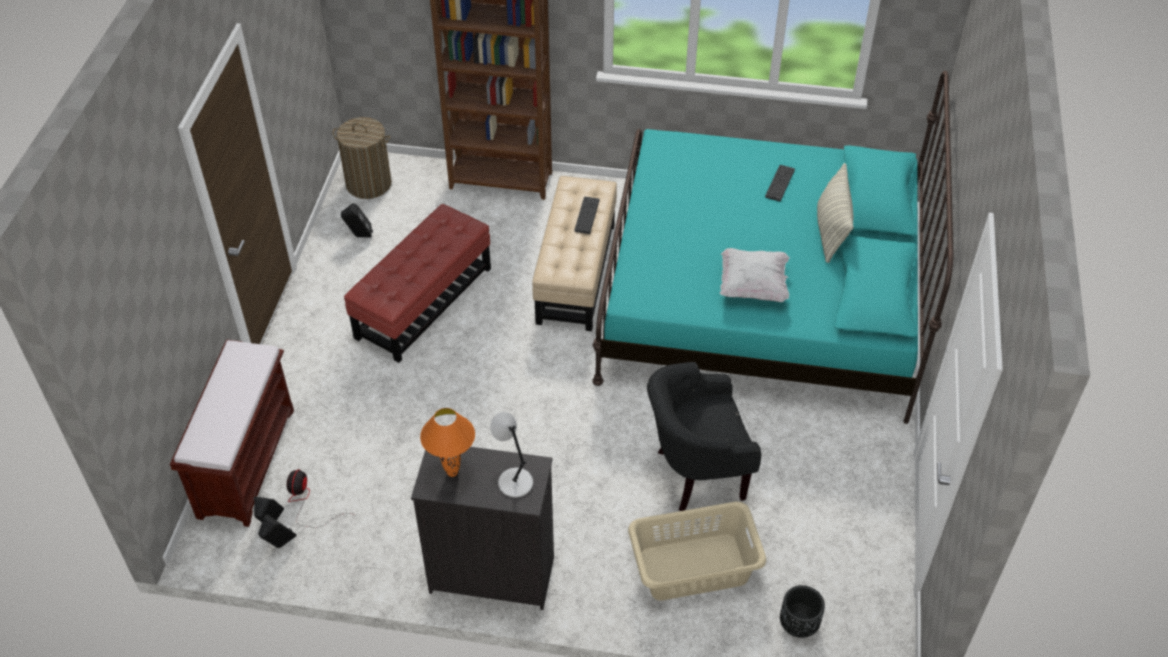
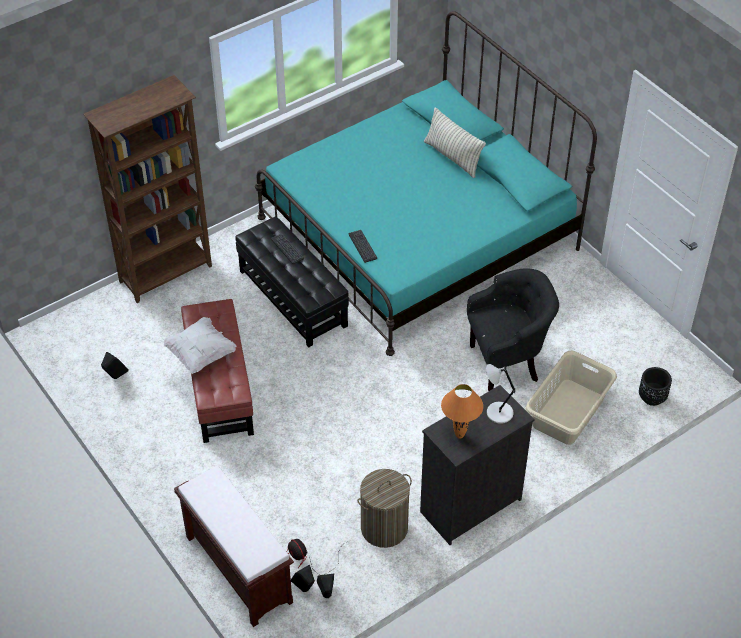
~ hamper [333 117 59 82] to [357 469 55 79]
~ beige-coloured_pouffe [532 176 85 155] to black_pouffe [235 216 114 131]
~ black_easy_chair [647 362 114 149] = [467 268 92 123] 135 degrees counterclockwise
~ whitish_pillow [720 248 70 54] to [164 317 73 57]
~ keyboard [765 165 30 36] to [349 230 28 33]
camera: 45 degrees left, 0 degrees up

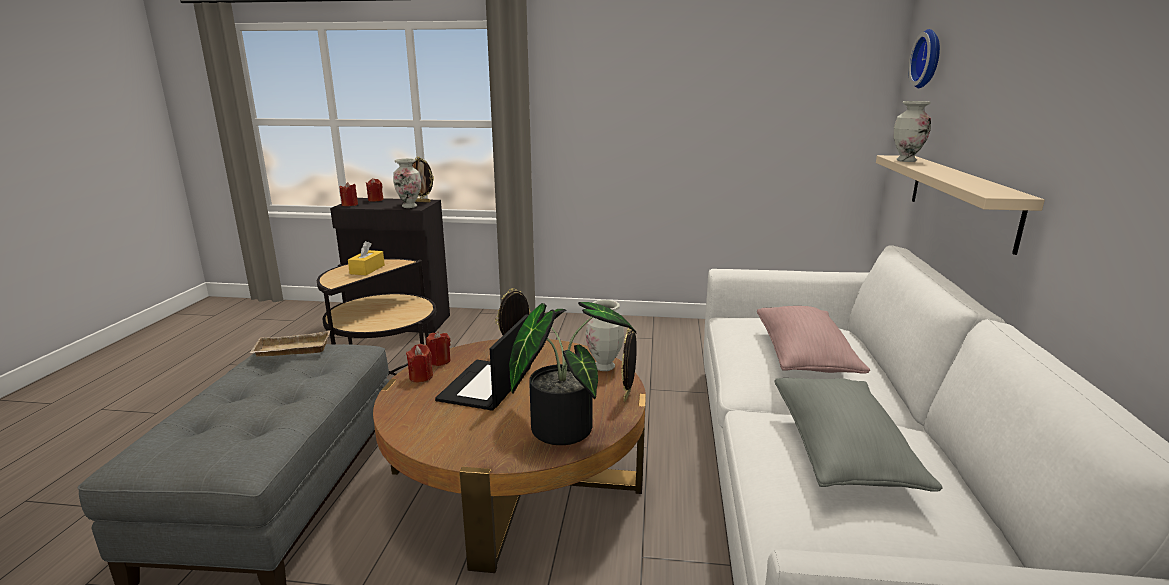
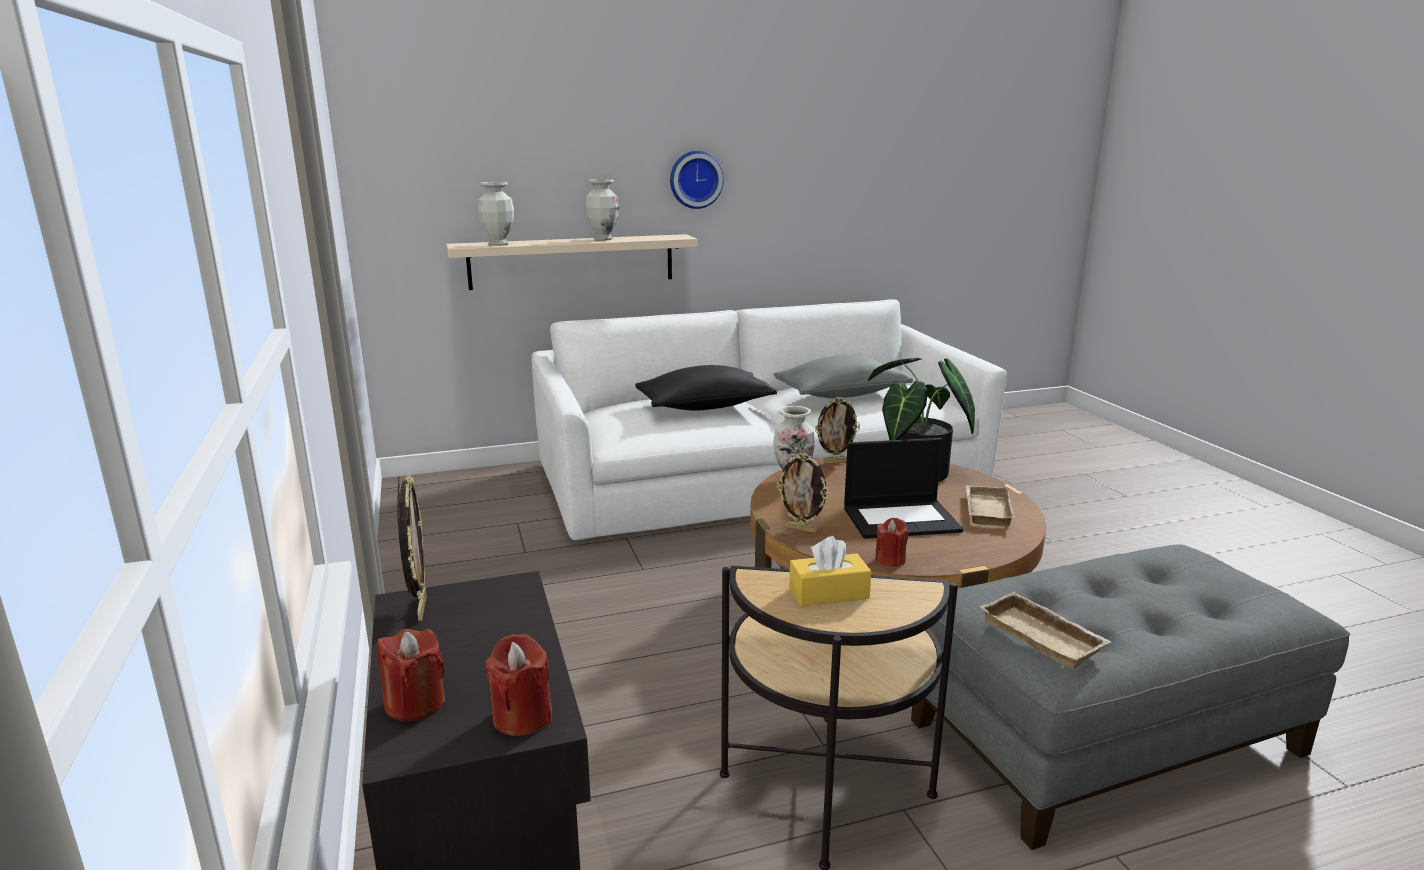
~ decorative_vase [393 158 28 50] to [585 179 34 61]
- red_wax_candle [406 344 27 38]
~ pinkish_pillow [757 306 113 67] to black_pillow [635 365 142 46]
~ hanging_clock [908 29 32 59] to [670 151 54 58]
+ beige-coloured_tray [966 485 49 42]
camera: 115 degrees left, 0 degrees up

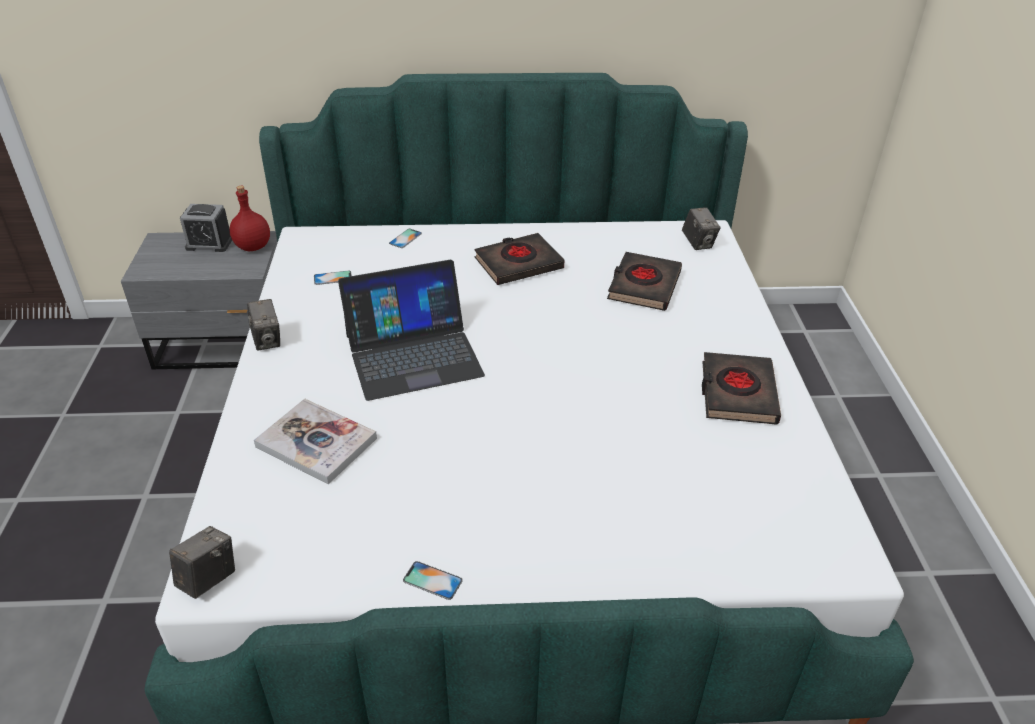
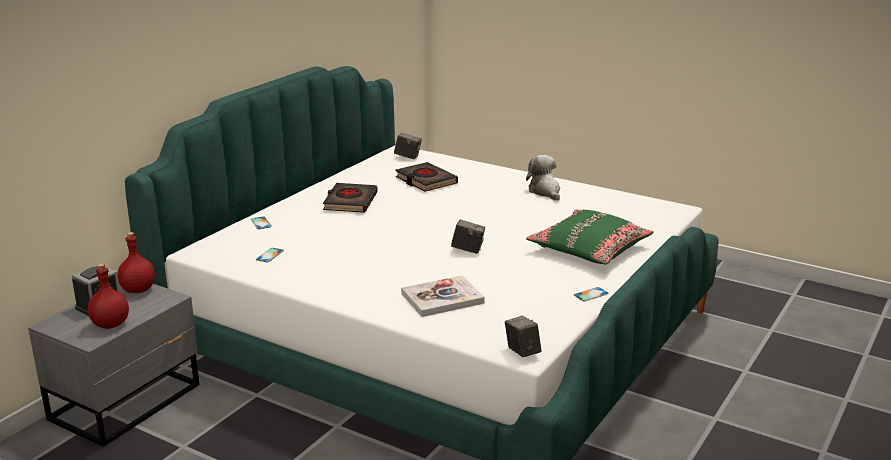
~ photo_camera [247 299 33 52] to [451 219 34 35]
- notebook_computer [338 260 147 141]
~ black_volume [702 352 79 73] to soft_toy [526 155 34 46]
+ red_drink_bottle [87 263 42 66]
+ greenish_pillow [526 209 128 55]
camera: 55 degrees left, 15 degrees down

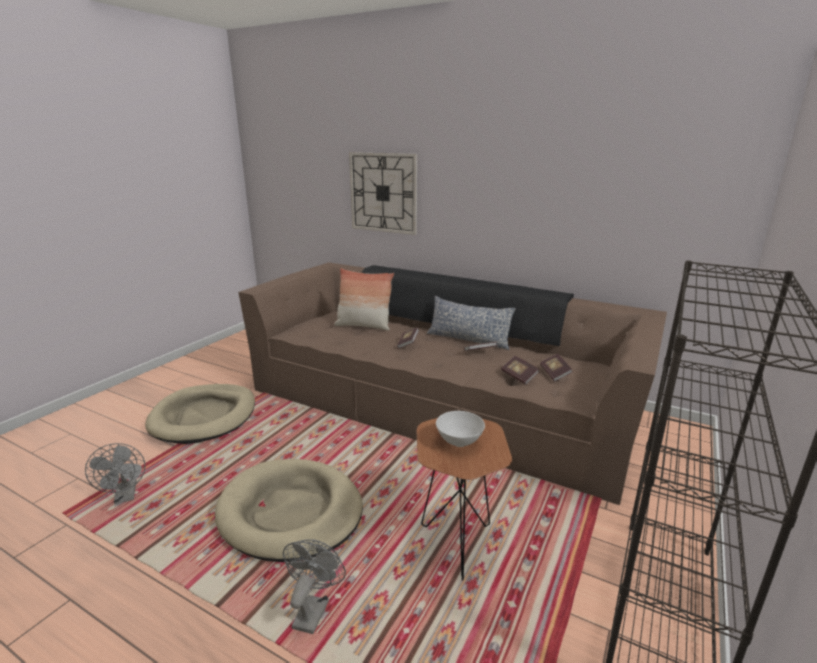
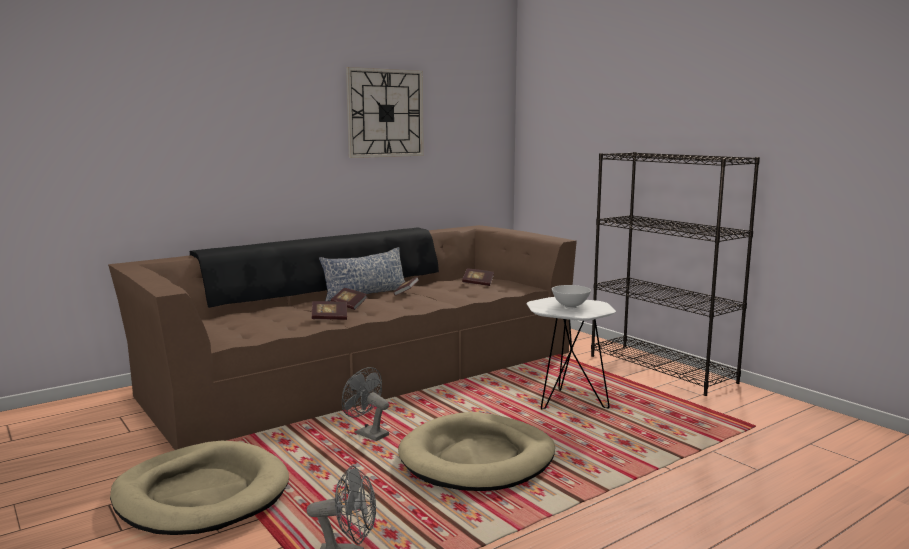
~ grey_electric_fan [283 539 63 95] to [342 367 47 74]
- pillow [334 268 60 63]
~ hanging_clock [349 152 68 83] to [346 67 78 91]
~ brown_side_table [416 418 96 162] to whitish_side_table [526 297 90 112]
~ volume [501 356 39 29] to [312 301 35 19]
camera: 65 degrees left, 10 degrees down

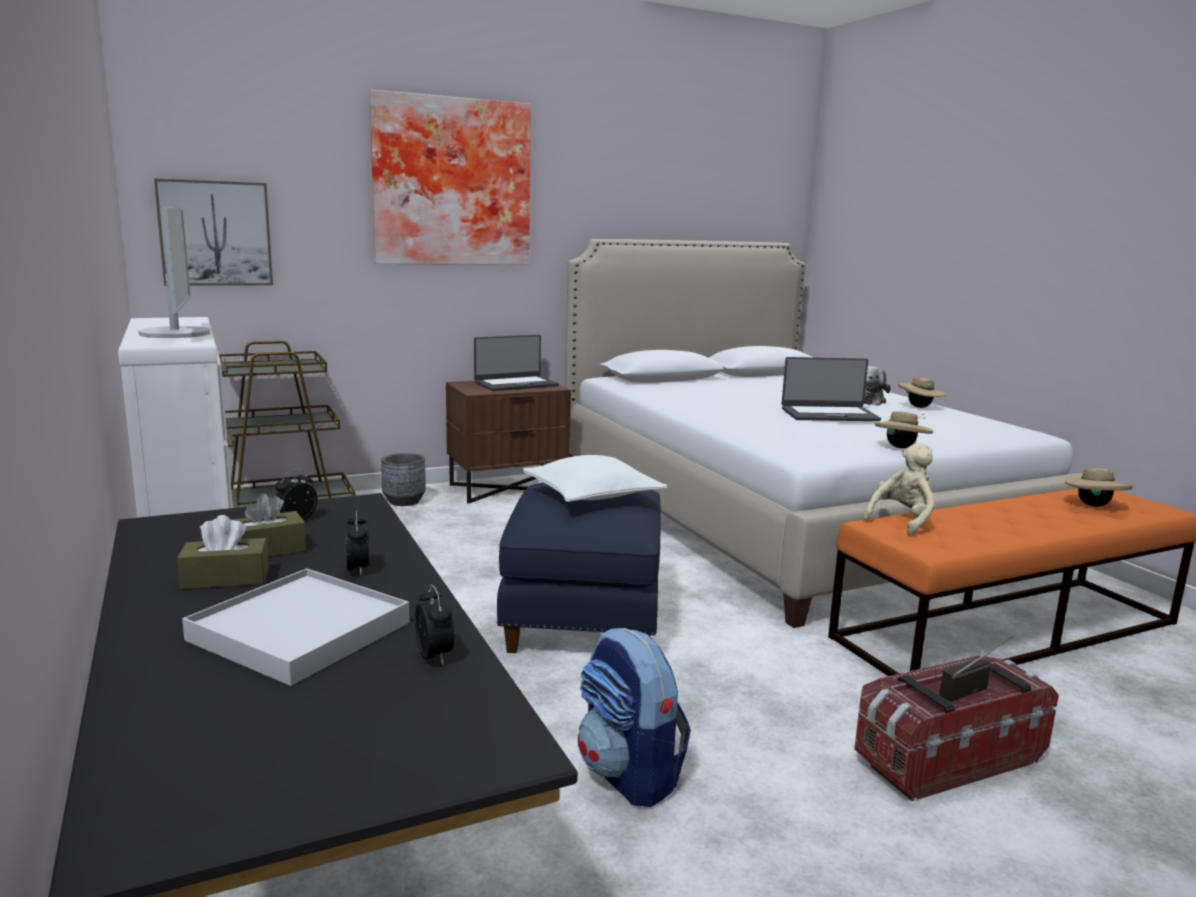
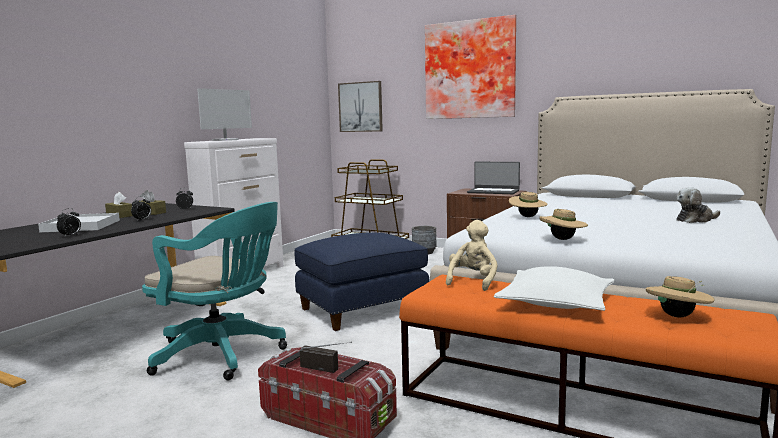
~ whitish_pillow [523 455 144 47] to [494 266 120 45]
~ rucksack [578 628 113 179] to turquoise_office_chair [142 202 145 178]
- notebook_computer [782 357 99 64]
~ beige-coloured_soft_toy [863 443 72 93] = [446 220 52 71] 75 degrees counterclockwise
~ beige-coloured_wearable_hat [898 377 47 31] to [509 192 39 25]
camera: 55 degrees right, 5 degrees down

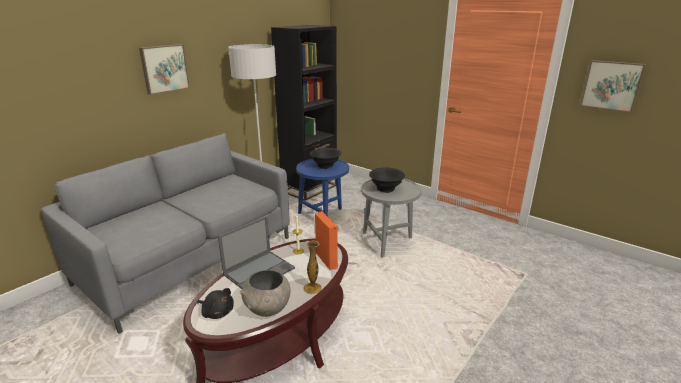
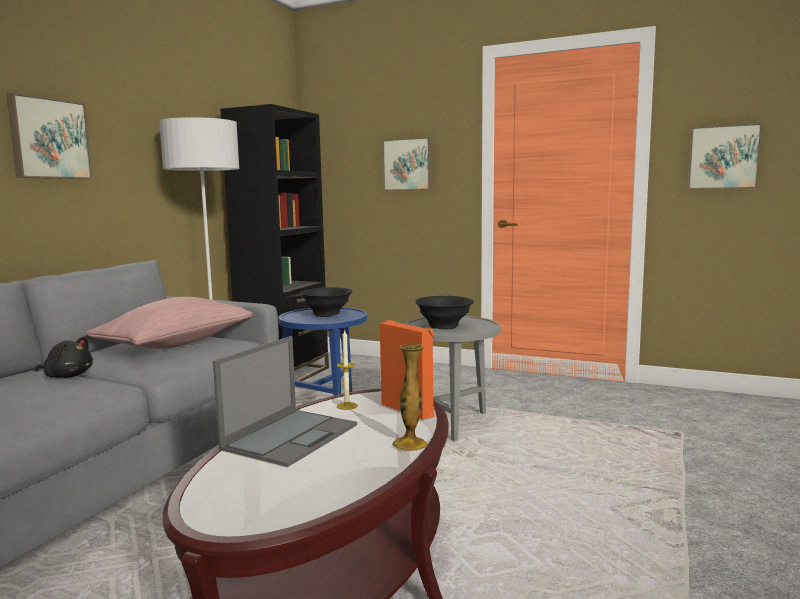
~ black_soft_toy [197 288 37 31] to [35 336 58 42]
- grey_serving_bowl [240 270 50 47]
+ pinkish_pillow [86 297 167 52]
+ wall_picture [382 137 50 54]
camera: 15 degrees left, 15 degrees down

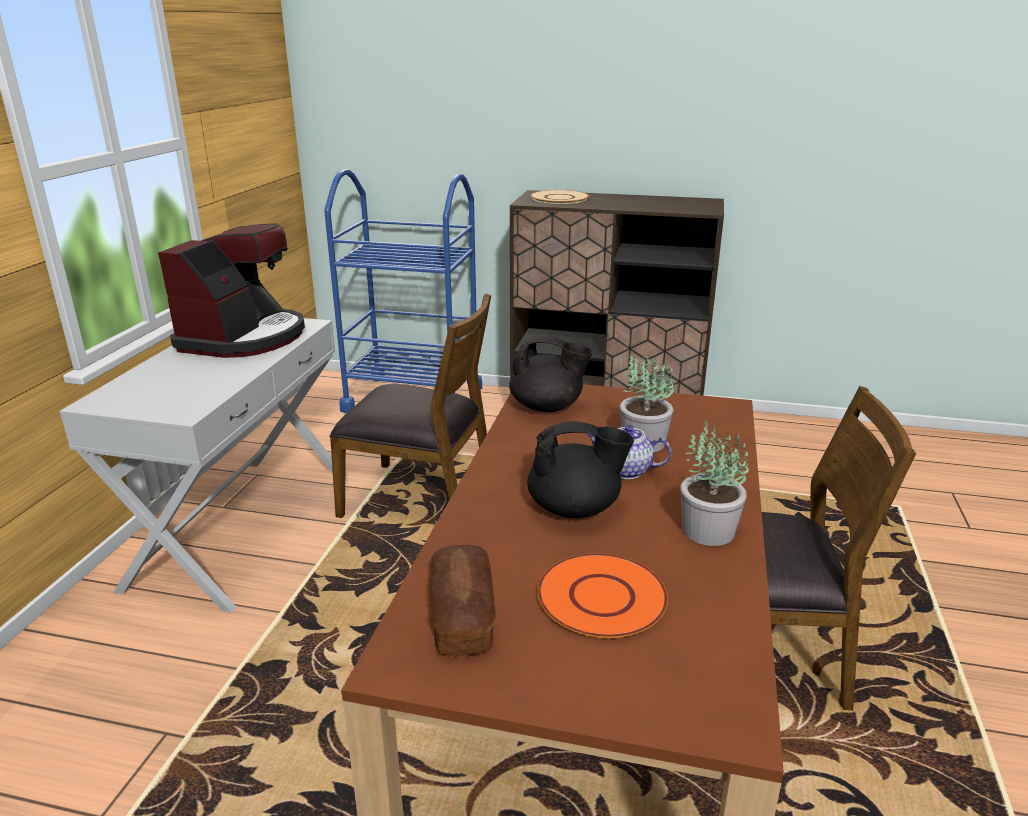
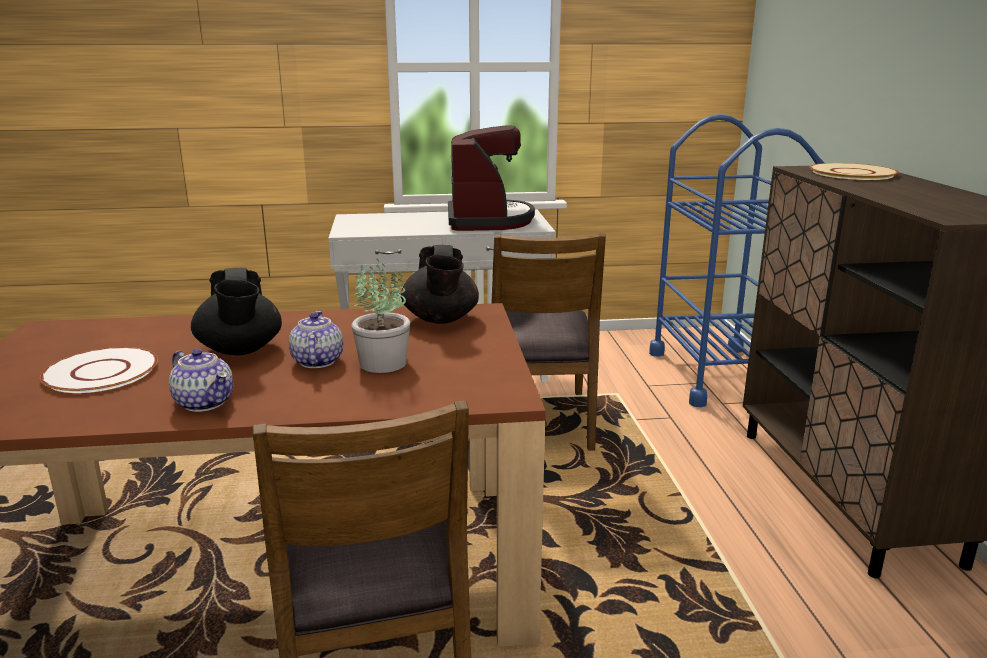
~ coffee_brewer [158 223 147 135] = [448 125 87 106] 90 degrees counterclockwise
- bakery_bread [430 545 66 111]
~ orange-coloured_plate [537 553 131 85] to whitish_plate [40 347 118 46]
~ plant_in_a_pot [681 420 68 126] to pot_for_tea [169 349 64 63]
camera: 70 degrees right, 5 degrees down

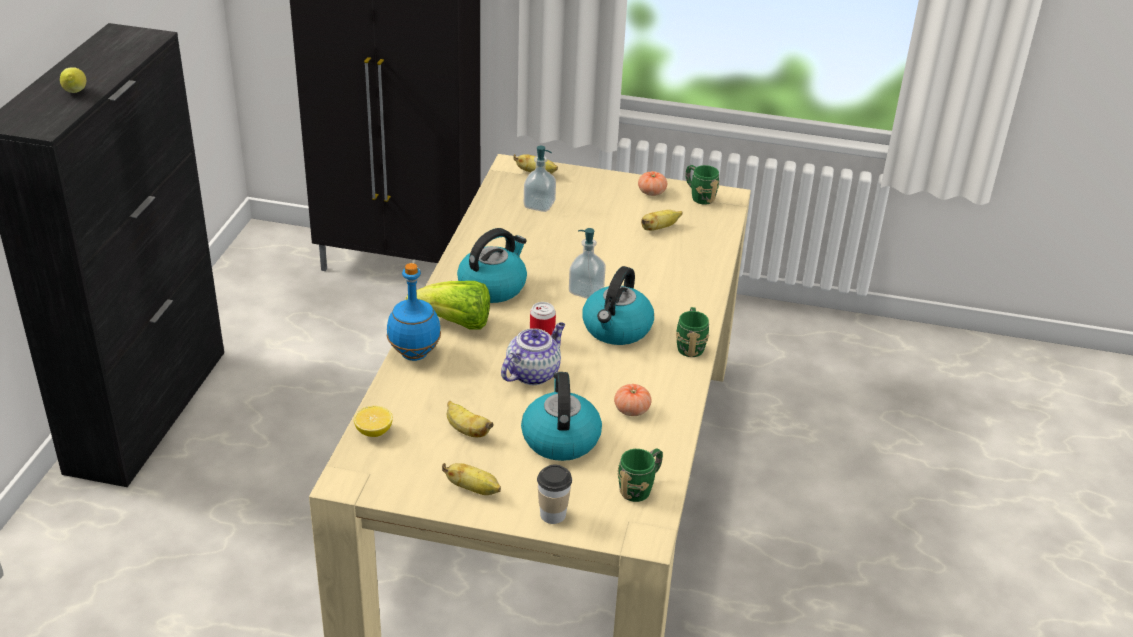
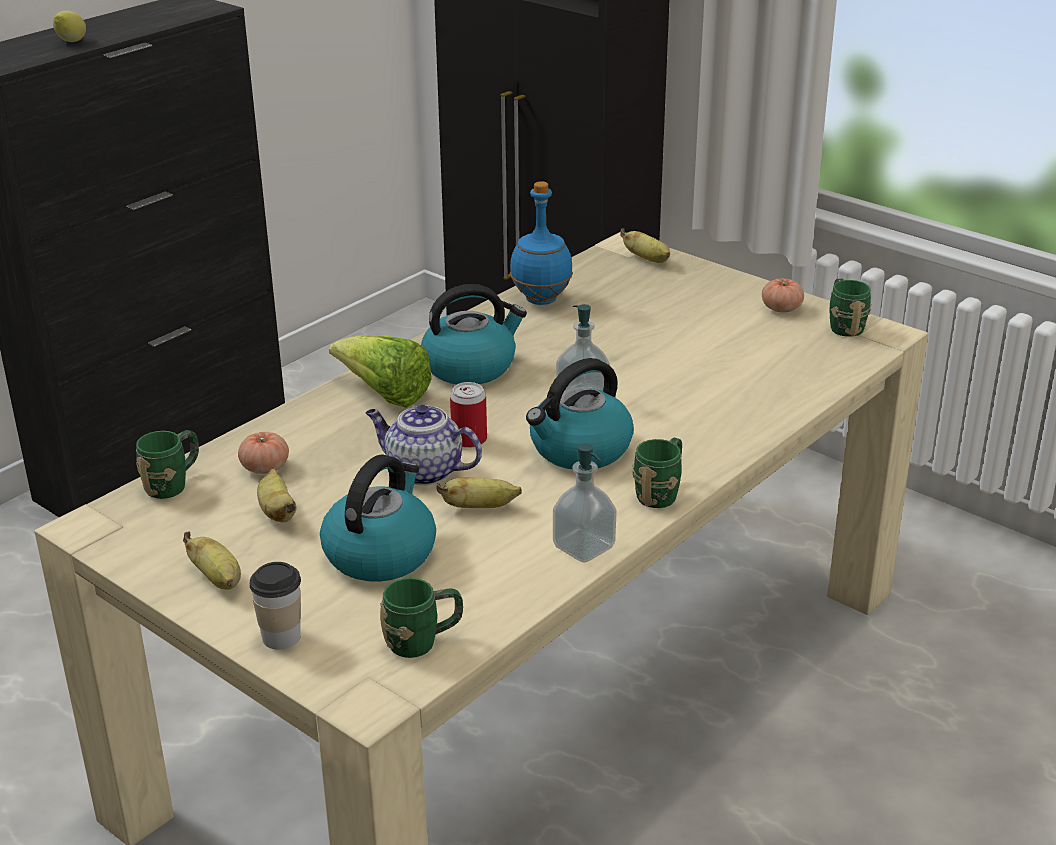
~ lemon [354 406 39 31] to greenish_mug [136 430 63 69]
~ blue-coloured_drink_bottle [387 263 54 98] to [510 181 63 124]
~ pot_for_tea [501 322 64 63] = [366 405 116 80] 135 degrees counterclockwise
~ liquid_soap_bottle [524 146 32 66] to [553 443 64 119]
~ tomato [614 384 38 32] to [238 432 51 42]
~ banana [641 210 42 21] to [436 478 86 30]
camera: 30 degrees right, 5 degrees down

